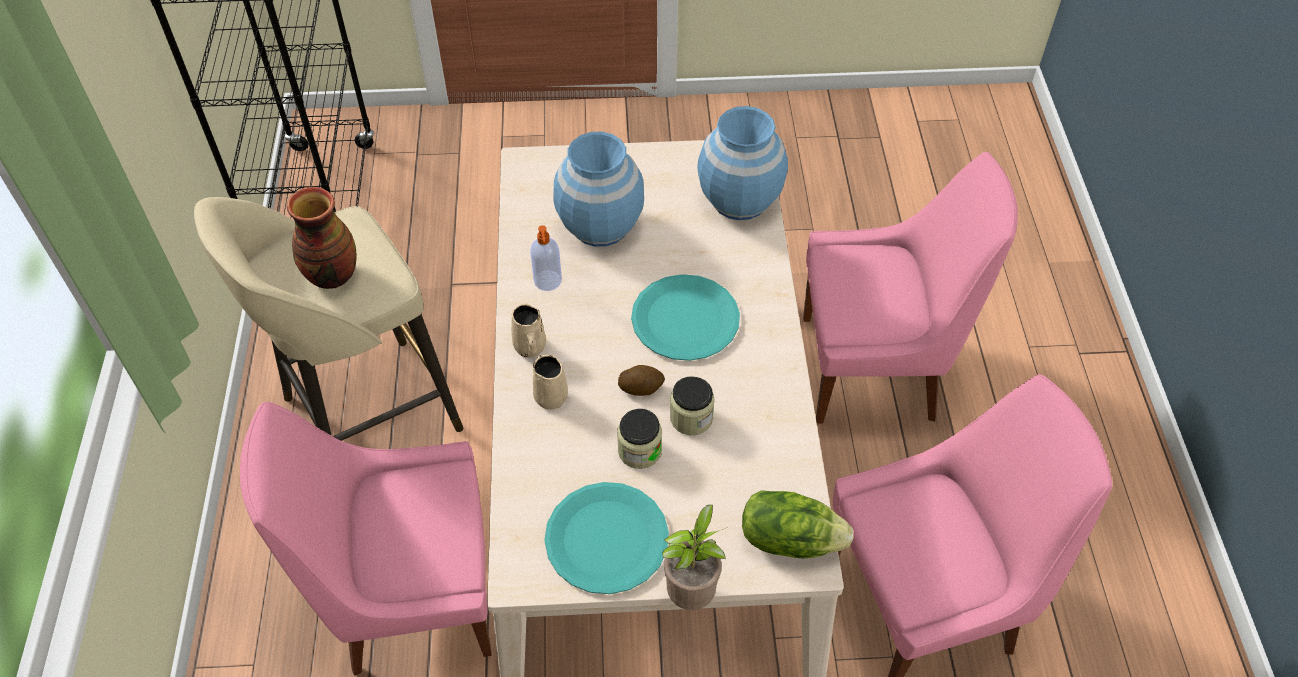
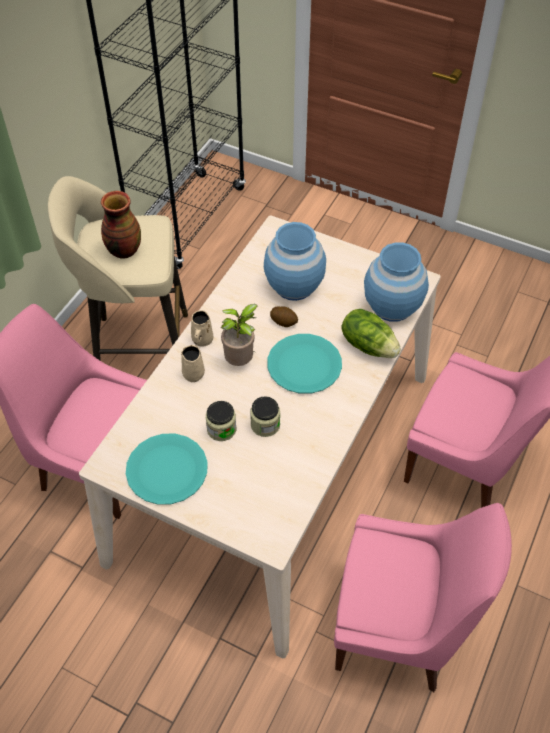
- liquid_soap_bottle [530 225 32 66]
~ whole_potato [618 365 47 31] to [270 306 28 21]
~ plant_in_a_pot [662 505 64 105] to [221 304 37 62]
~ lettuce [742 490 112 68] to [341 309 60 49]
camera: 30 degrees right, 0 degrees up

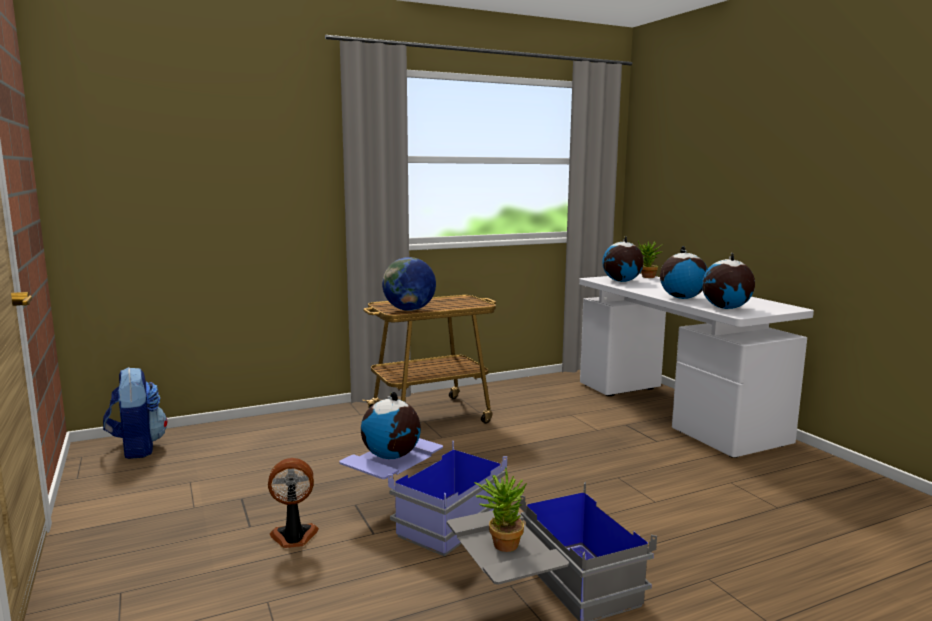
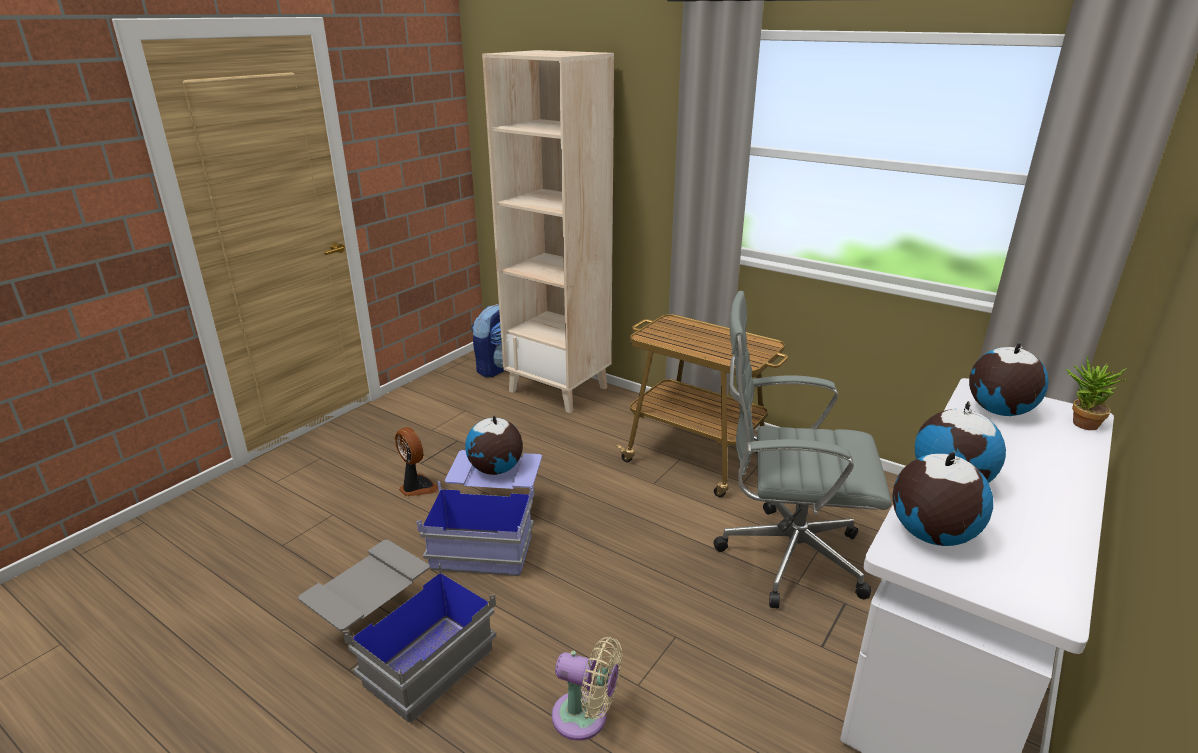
- globe [382 257 54 54]
- plant_in_a_pot [474 467 53 85]
+ beige-coloured_bookcase [482 50 132 363]
+ beige-coloured_electric_fan [552 637 70 104]
+ grey_office_chair [713 291 179 318]
camera: 60 degrees right, 15 degrees up

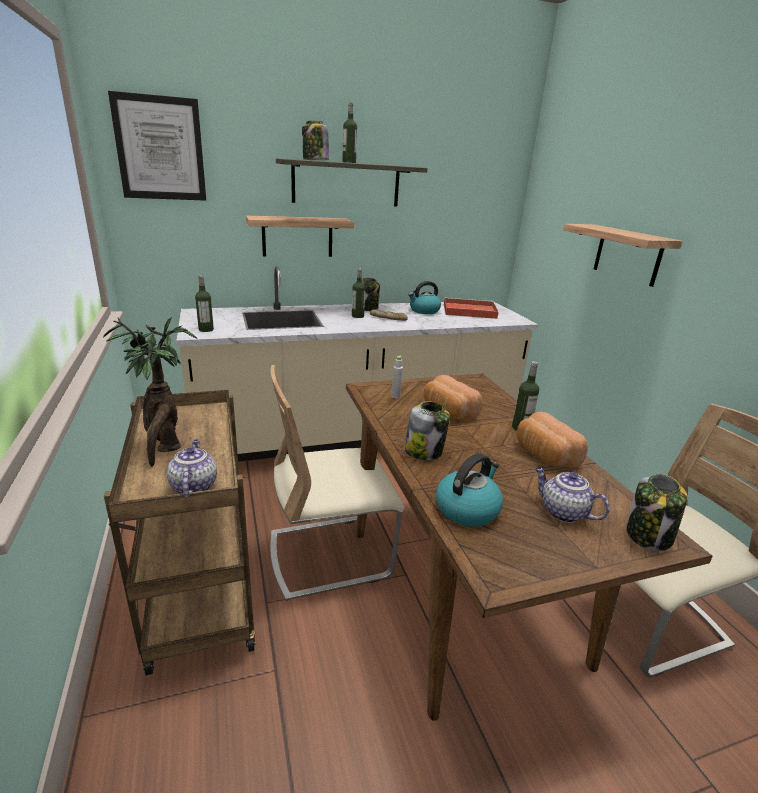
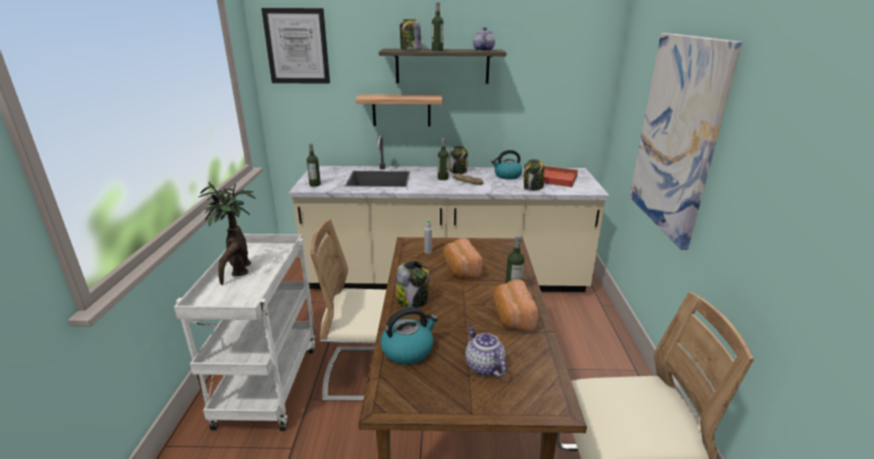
~ brown_wheeled_cart [104 390 151 285] to whitish_wheeled_cart [174 234 142 197]
~ pot_for_tea [167 439 50 58] to [473 27 22 24]
~ wall_shelf [563 224 119 63] to wall_picture [630 33 112 217]
~ jar [626 474 61 77] to [524 159 20 32]
camera: 20 degrees right, 0 degrees up

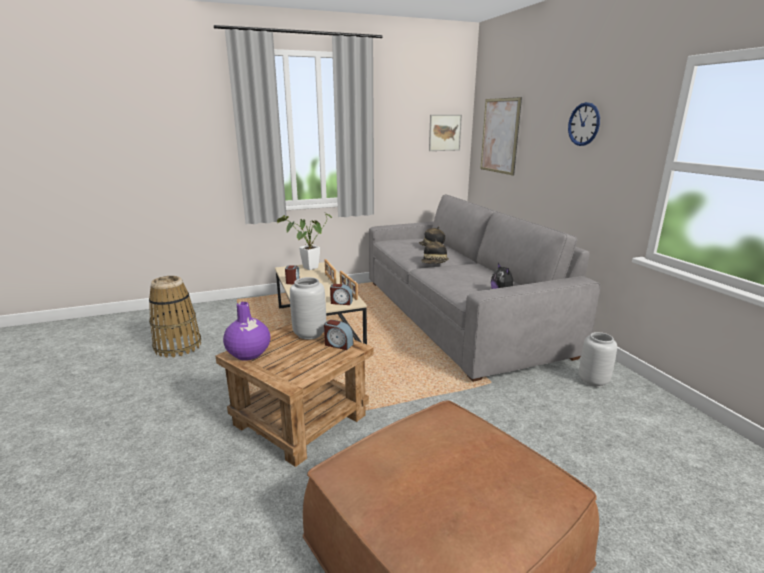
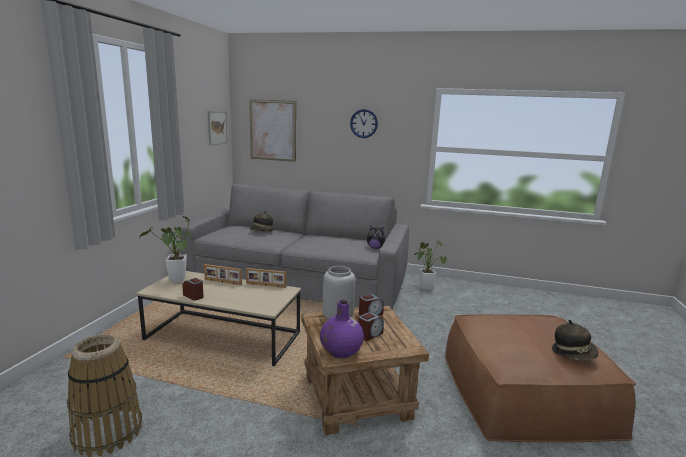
~ table_clock [330 284 23 21] to [359 312 25 29]
~ wearable_hat [421 238 28 26] to [552 320 46 40]
~ grey_decorative_vase [579 332 38 55] to plant_in_a_pot [414 239 33 51]
camera: 55 degrees left, 5 degrees down

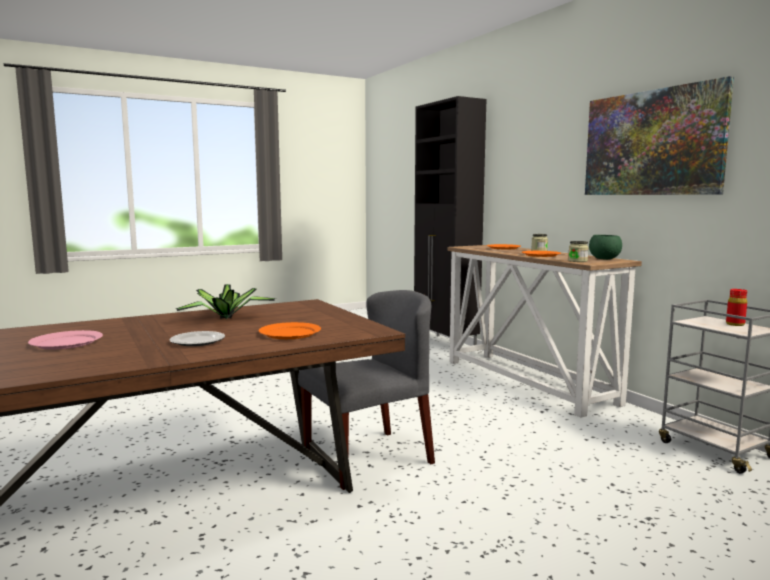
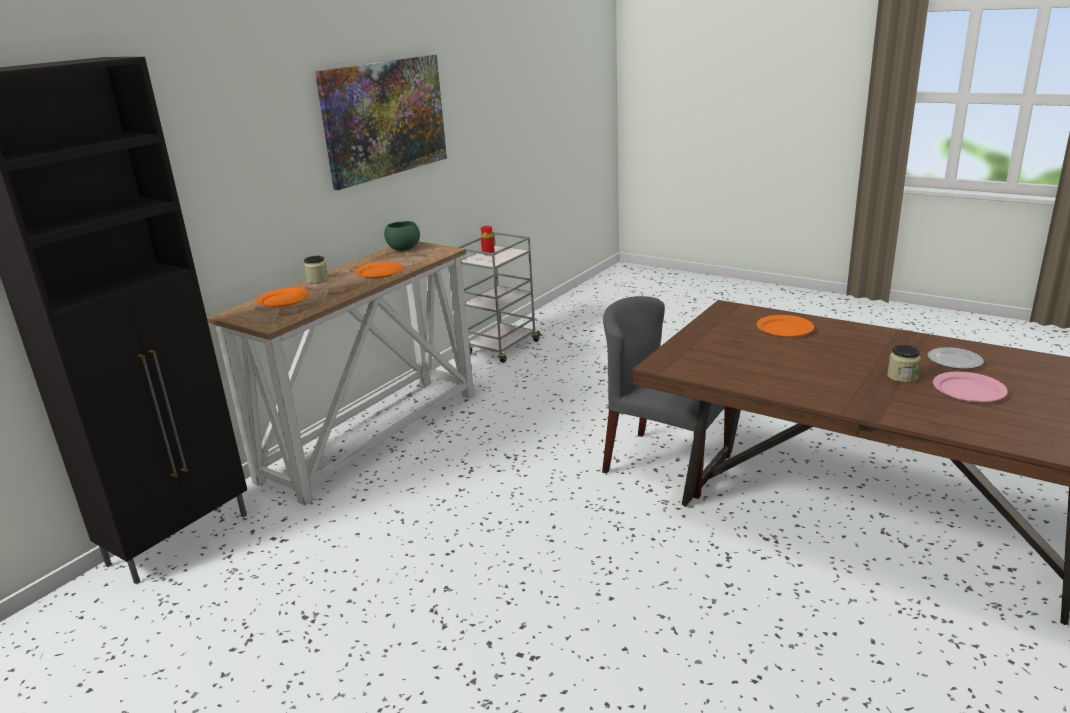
~ plate [169 331 56 15] to [927 347 56 22]
- plant_in_a_pot [176 284 100 35]
~ jar [568 241 21 21] to [887 345 34 38]
camera: 115 degrees left, 15 degrees up

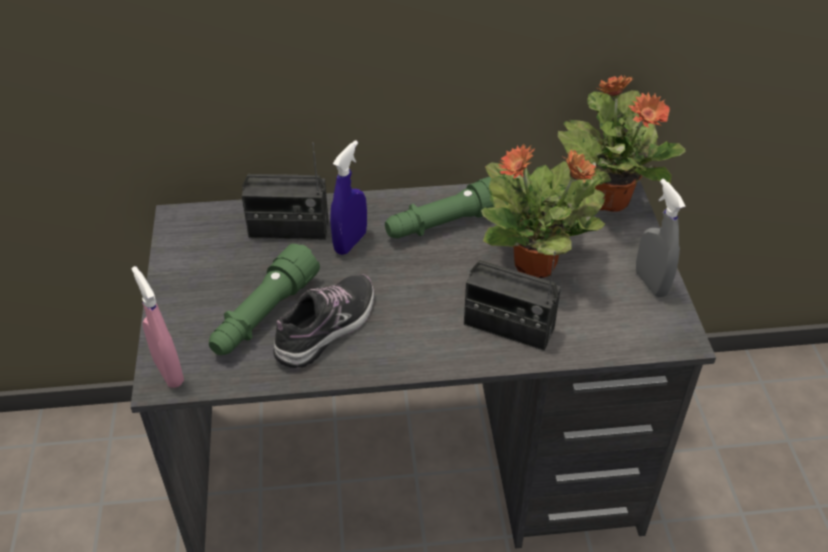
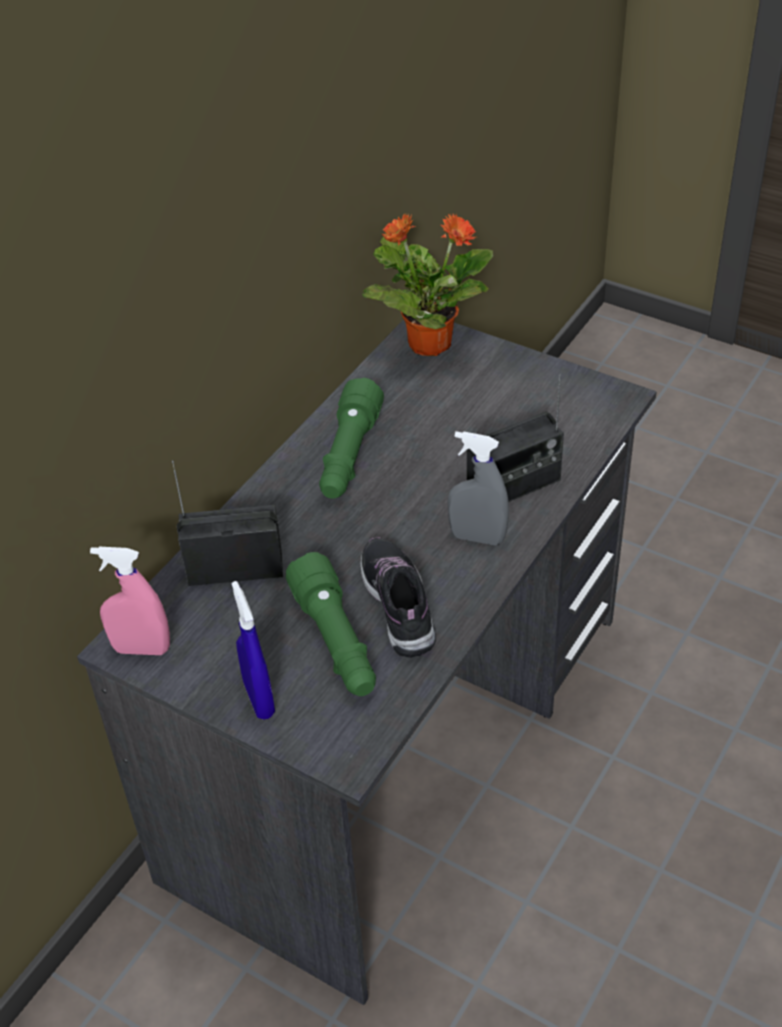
~ pinkish_sprayer [132 266 52 122] to [90 547 80 108]
~ radio [242 143 87 97] = [172 460 111 126] 135 degrees counterclockwise
~ blue-coloured_sprayer [330 140 37 115] to [231 581 44 138]
- plant_in_a_pot [481 144 124 134]
~ grey_sprayer [636 179 50 118] to [448 431 61 115]
camera: 50 degrees left, 0 degrees up

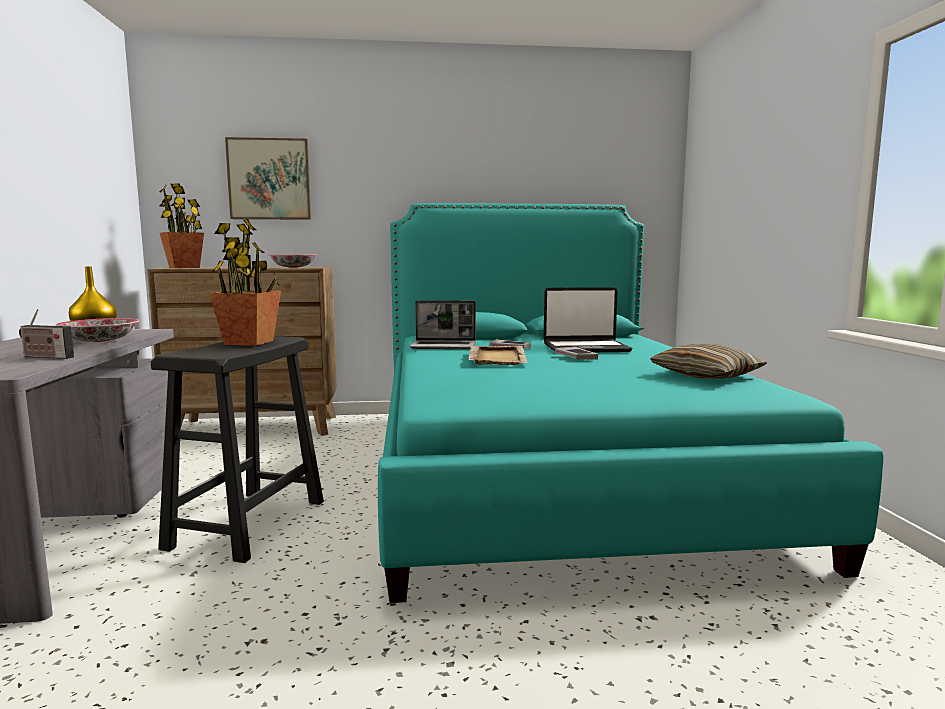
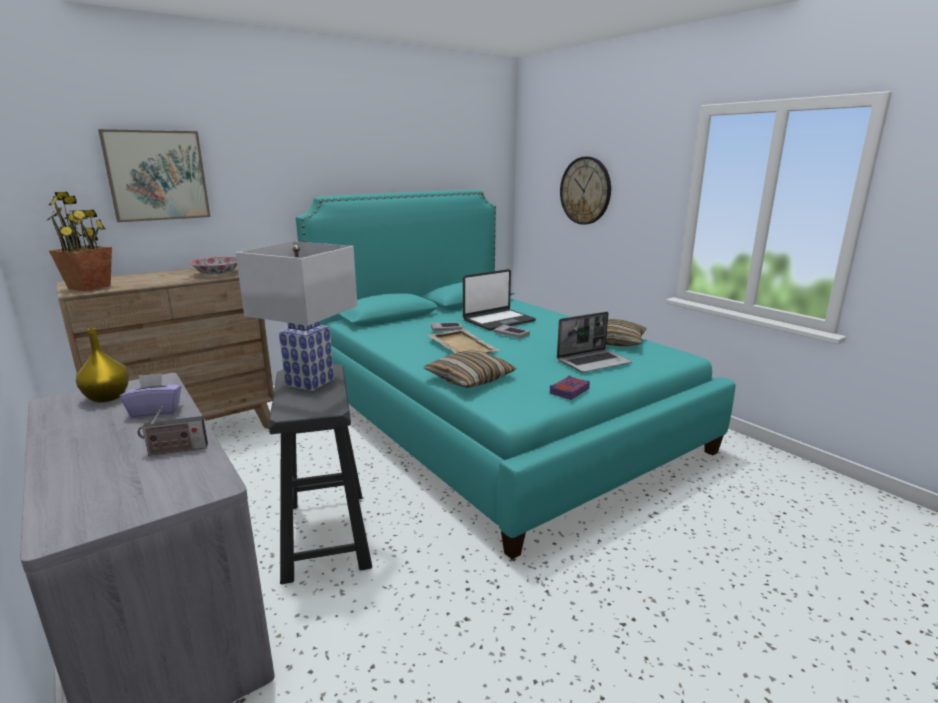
~ serving_bowl [56 318 83 24] to purple-coloured_tissue_box [120 373 61 45]
~ plant_in_a_pot [209 219 72 127] to whitish_tabletop_lamp [236 241 122 150]
~ notebook_computer [410 300 66 49] to [557 312 76 61]
+ pillow [424 350 92 38]
+ purple-coloured_volume [549 376 41 24]
+ hanging_clock [560 157 51 68]
camera: 30 degrees left, 10 degrees up

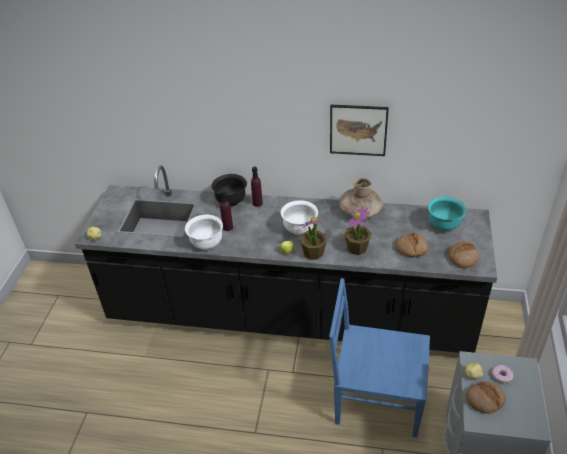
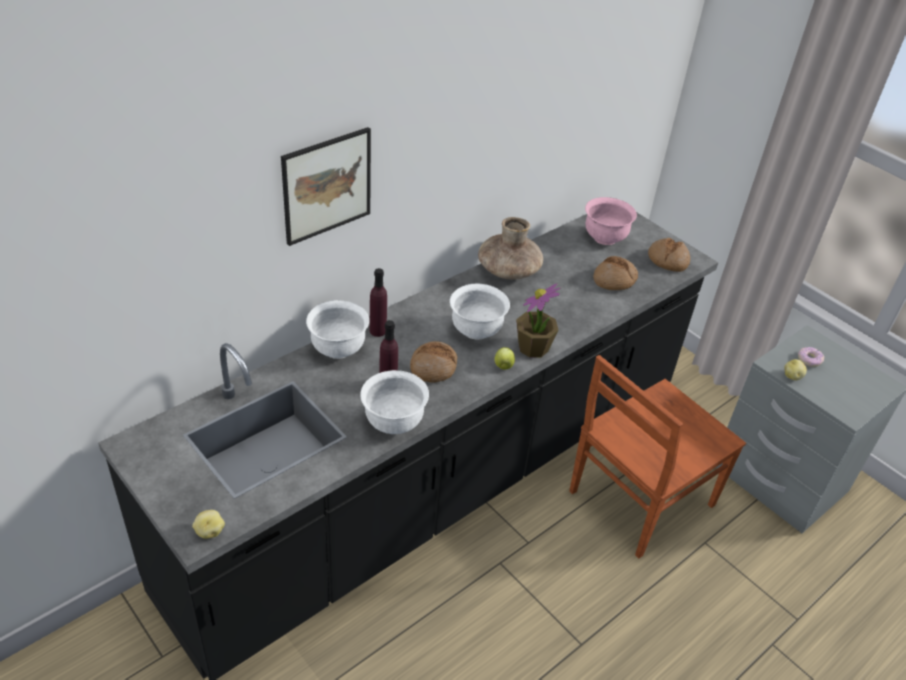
~ black_serving_bowl [211 174 36 32] to whitish_serving_bowl [306 300 63 59]
~ blue-coloured_upright_chair [329 278 101 159] to brown_upright_chair [569 355 177 203]
~ wall_picture [330 105 59 51] to [281 127 90 119]
- plant_in_a_pot [344 206 28 49]
~ turquoise_serving_bowl [428 196 38 35] to pinkish_serving_bowl [585 197 52 48]
~ bakery_bread [466 381 40 33] to [410 341 47 42]
camera: 55 degrees left, 0 degrees up

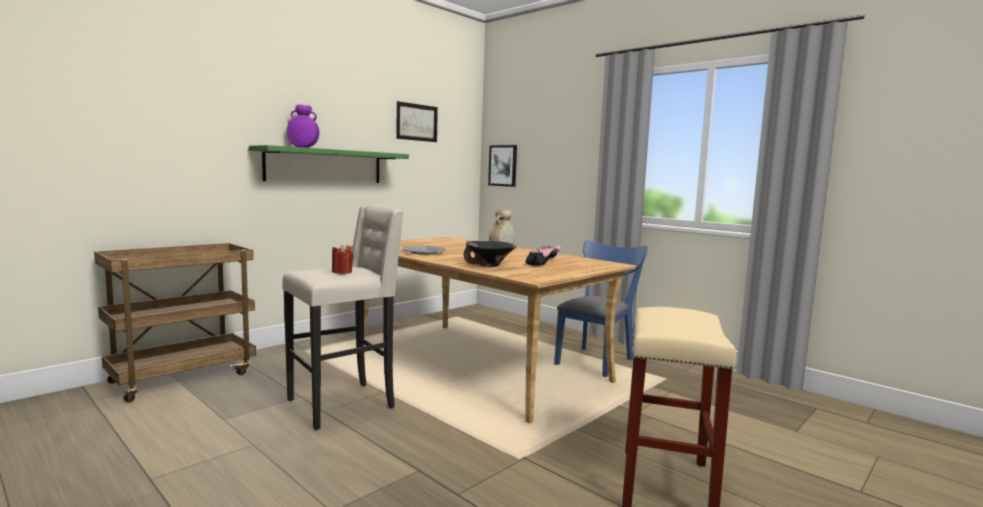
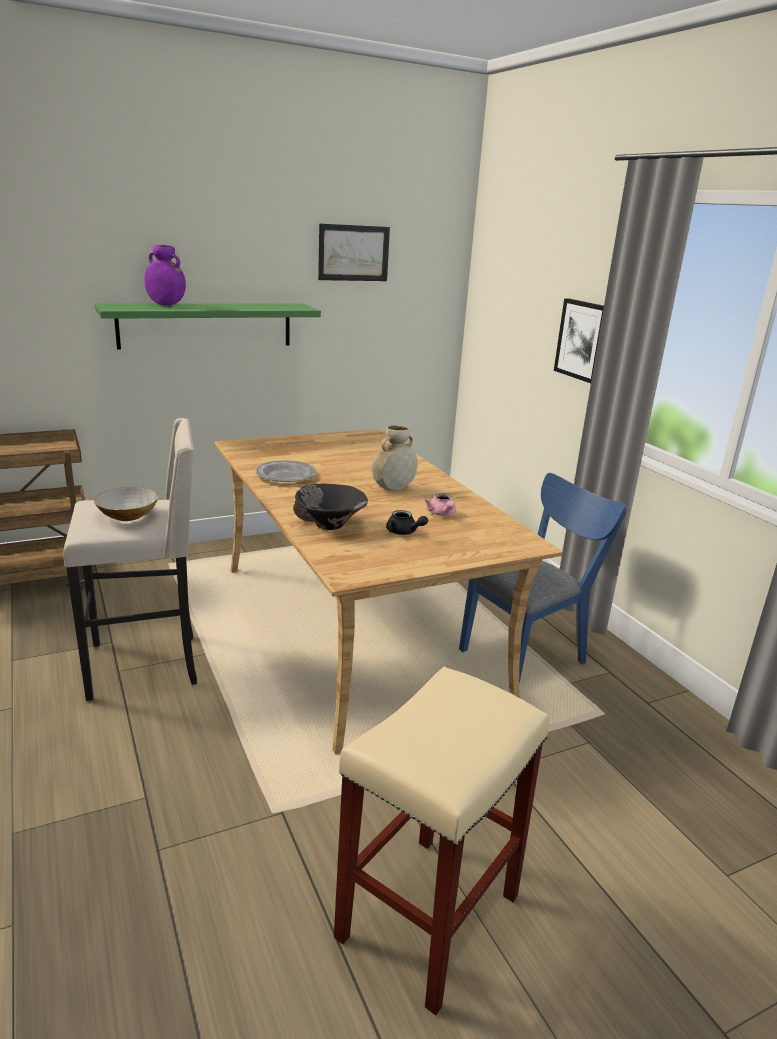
~ red_wax_candle [332 245 21 29] to serving_bowl [94 487 65 34]
~ wall_picture [488 145 29 42] to [554 298 50 85]
camera: 20 degrees right, 15 degrees up

